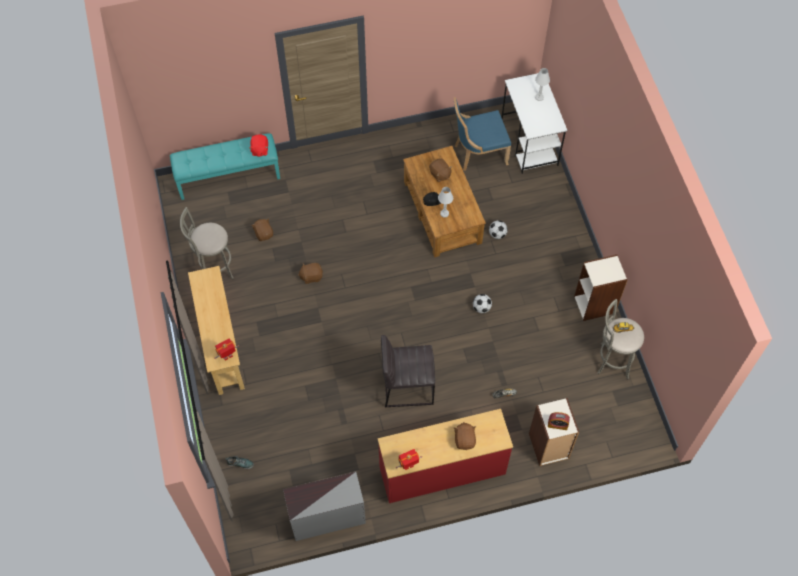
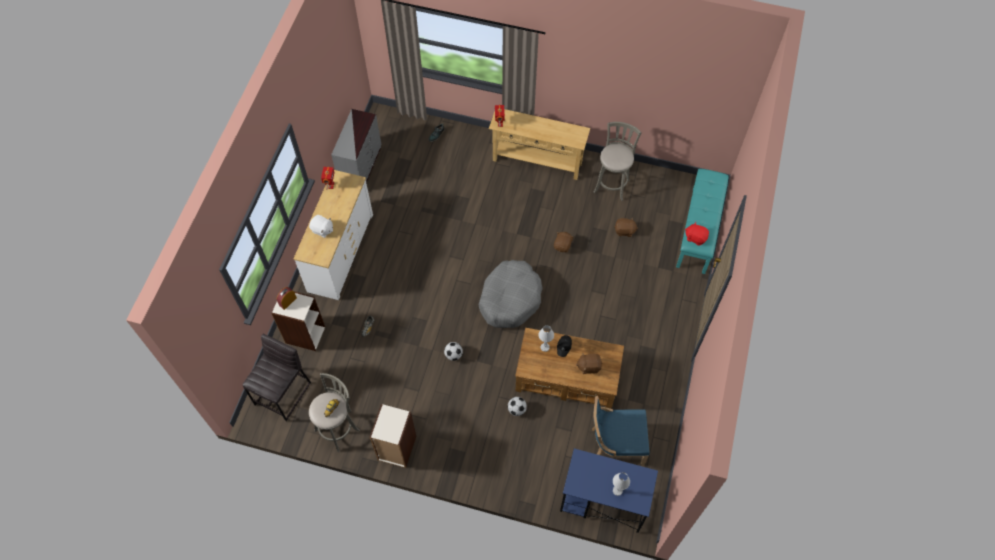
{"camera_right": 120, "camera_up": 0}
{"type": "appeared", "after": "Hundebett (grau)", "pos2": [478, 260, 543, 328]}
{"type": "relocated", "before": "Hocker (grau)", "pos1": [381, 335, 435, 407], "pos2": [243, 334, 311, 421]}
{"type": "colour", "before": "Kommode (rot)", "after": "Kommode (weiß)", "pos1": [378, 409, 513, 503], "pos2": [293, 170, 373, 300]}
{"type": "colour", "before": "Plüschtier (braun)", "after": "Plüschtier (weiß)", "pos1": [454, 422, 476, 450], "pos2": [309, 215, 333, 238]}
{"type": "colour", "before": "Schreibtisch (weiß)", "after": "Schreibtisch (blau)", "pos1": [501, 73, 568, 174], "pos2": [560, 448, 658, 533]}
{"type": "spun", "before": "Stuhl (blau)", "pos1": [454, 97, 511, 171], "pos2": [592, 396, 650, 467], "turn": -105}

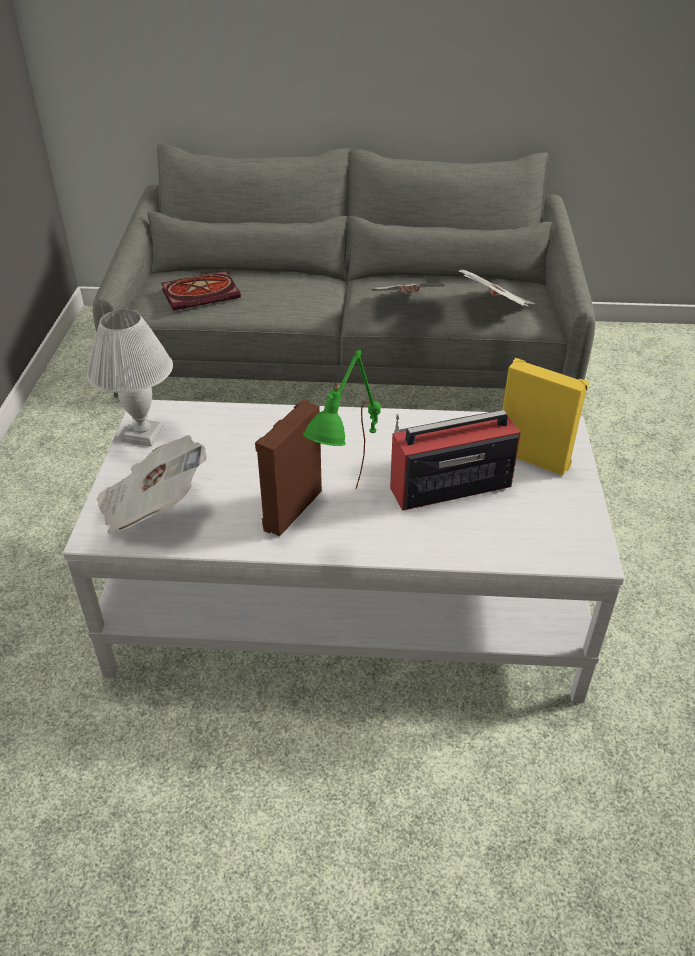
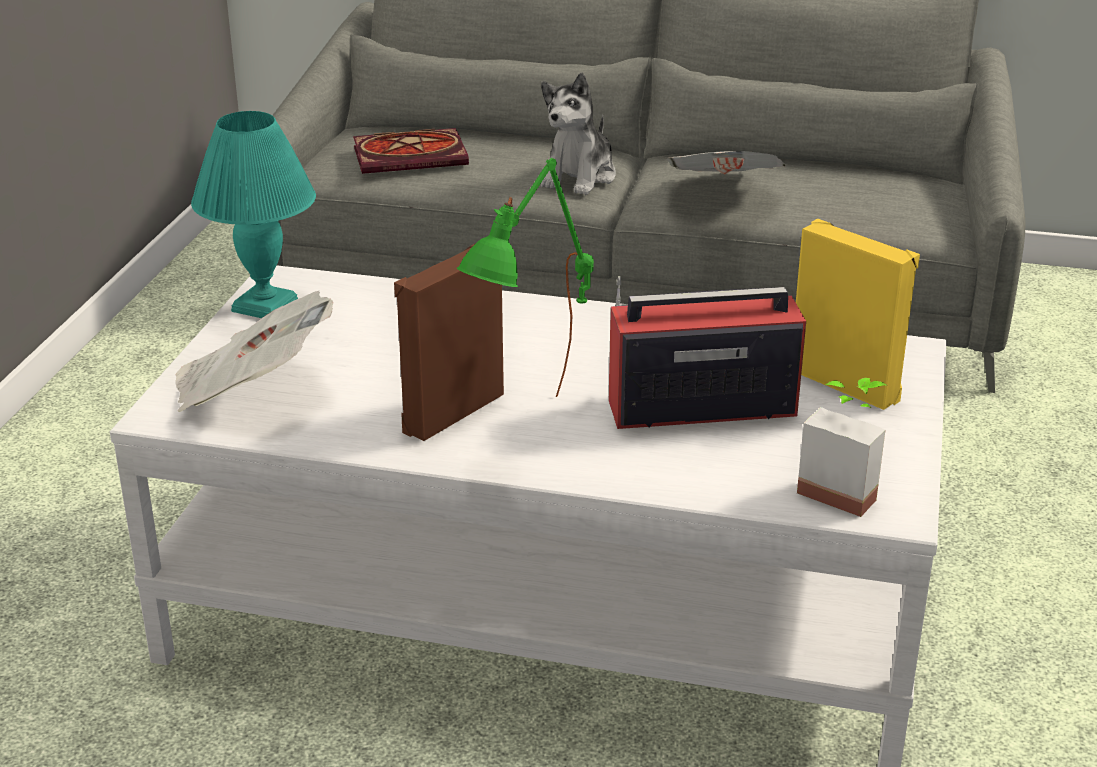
{"camera_right": 10, "camera_up": -10}
{"type": "missing", "before": "Zeitung", "pos1": [459, 270, 535, 306]}
{"type": "appeared", "after": "Plüschtier", "pos2": [540, 73, 616, 195]}
{"type": "appeared", "after": "Topfpflanze", "pos2": [797, 378, 887, 517]}
{"type": "colour", "before": "Tischlampe (weiß)", "after": "Tischlampe (türkis)", "pos1": [87, 309, 173, 446], "pos2": [191, 111, 316, 318]}

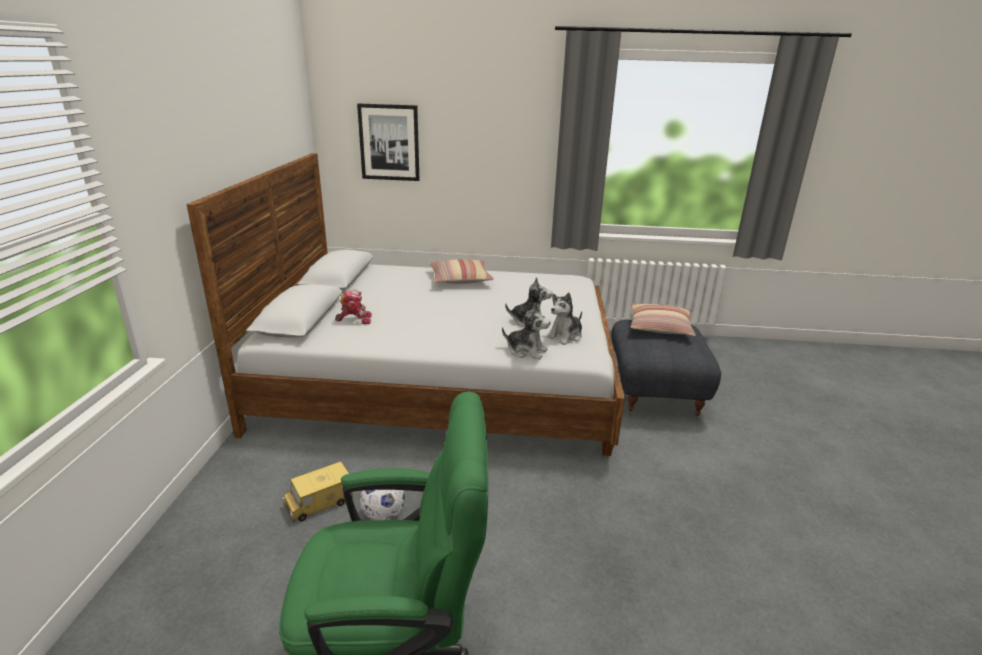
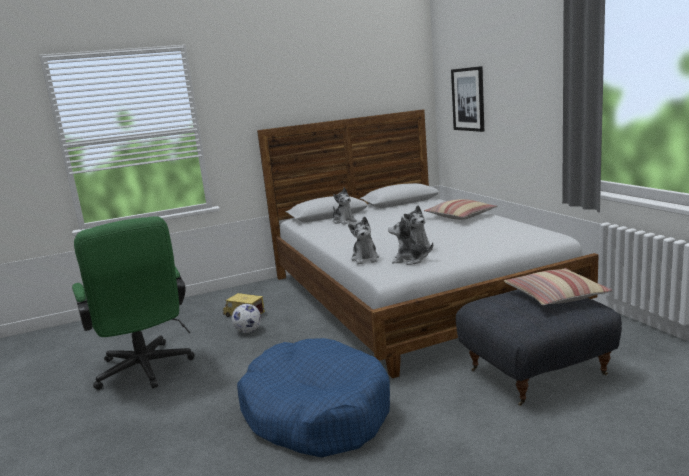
{"camera_right": 65, "camera_up": -10}
{"type": "appeared", "after": "Hundebett (blau)", "pos2": [237, 338, 390, 457]}
{"type": "exchanged", "before": "Spielzeugroboter", "after": "Plüschtier", "pos1": [335, 290, 372, 324], "pos2": [333, 188, 357, 225]}

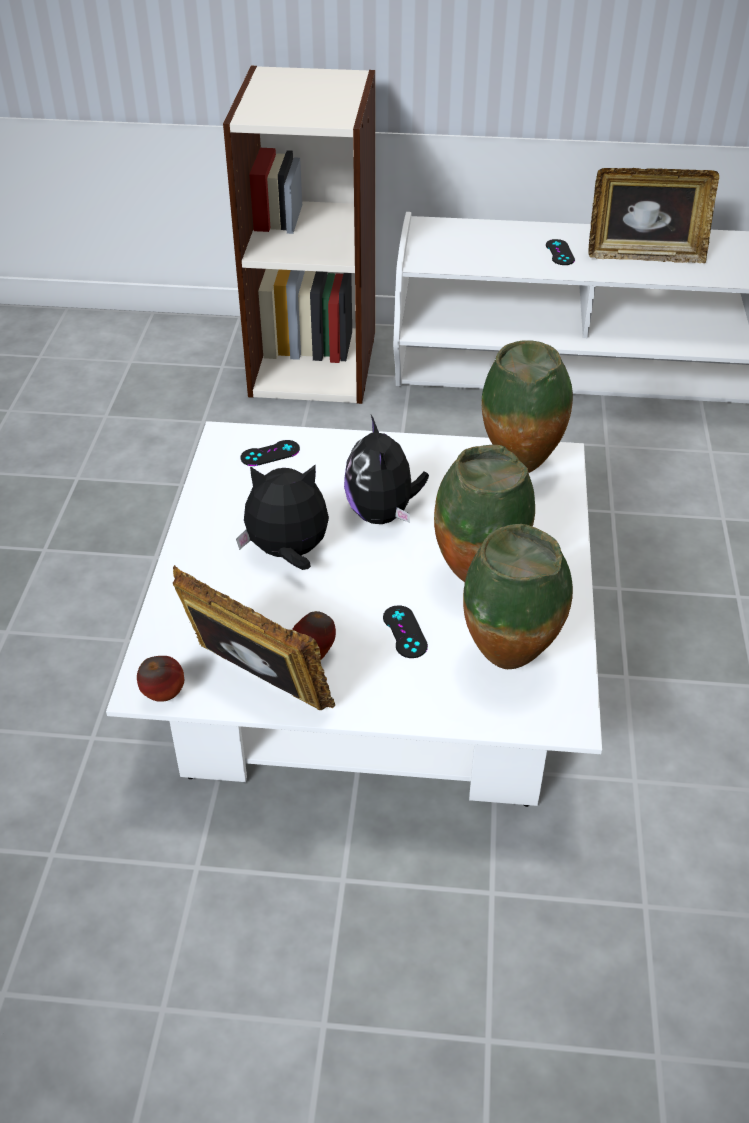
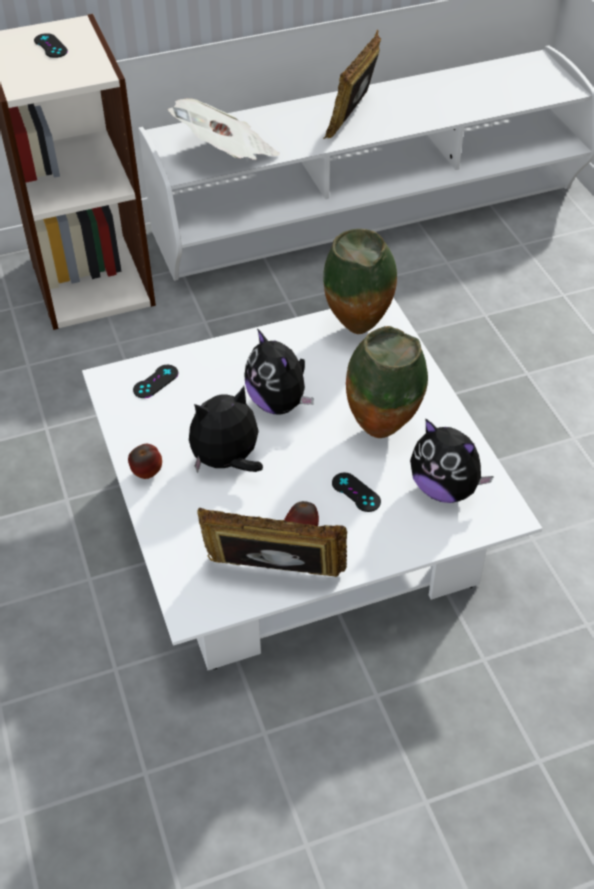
{"camera_right": -25, "camera_up": 5}
{"type": "appeared", "after": "Zeitung", "pos2": [168, 98, 279, 160]}
{"type": "relocated", "before": "Apfel", "pos1": [137, 656, 184, 702], "pos2": [128, 444, 162, 479]}
{"type": "relocated", "before": "Gamepad (schwarz)", "pos1": [546, 239, 575, 265], "pos2": [34, 33, 68, 58]}
{"type": "exchanged", "before": "Vase", "after": "Plüschtier", "pos1": [463, 524, 573, 669], "pos2": [410, 418, 494, 503]}
{"type": "spun", "before": "Bilderrahmen", "pos1": [588, 168, 719, 263], "pos2": [323, 29, 381, 139], "turn": 135}

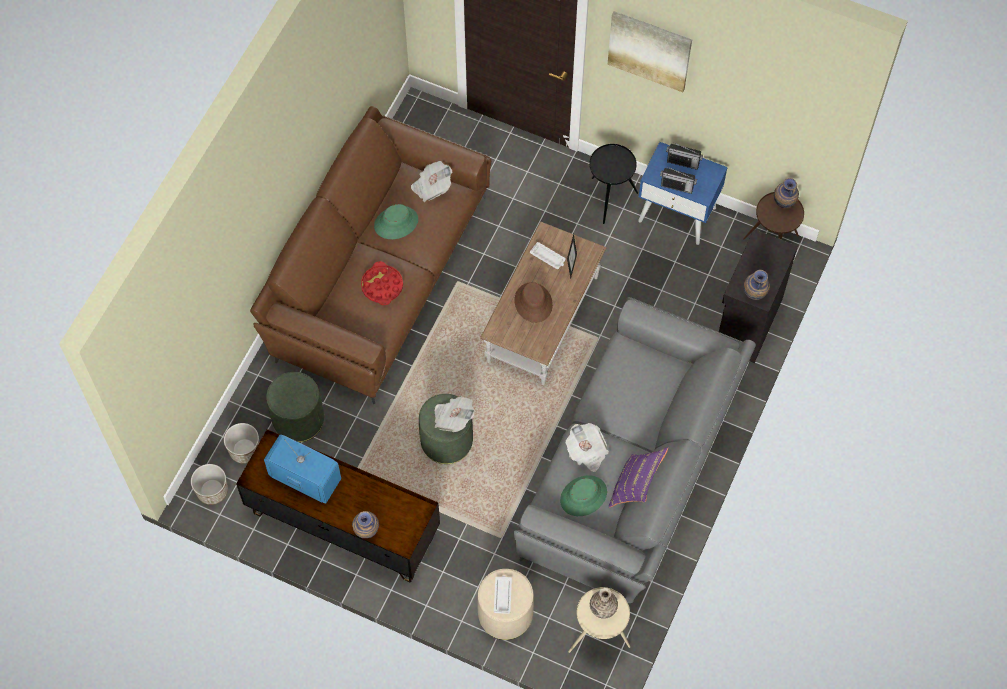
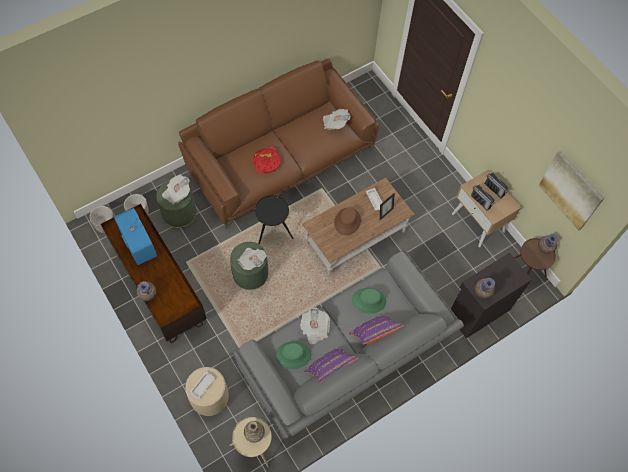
{"camera_right": 30, "camera_up": 0}
{"type": "appeared", "after": "Zeitung", "pos2": [162, 174, 190, 205]}
{"type": "appeared", "after": "Kissen (lila)", "pos2": [349, 316, 404, 344]}
{"type": "relocated", "before": "Hut (grün)", "pos1": [374, 204, 418, 239], "pos2": [352, 288, 386, 314]}
{"type": "relocated", "before": "Beistelltisch (schwarz)", "pos1": [589, 144, 638, 224], "pos2": [255, 195, 294, 245]}
{"type": "relocated", "before": "Bild", "pos1": [607, 11, 692, 92], "pos2": [538, 151, 604, 231]}
{"type": "colour", "before": "Nachttisch (blau)", "after": "Nachttisch (beige)", "pos1": [638, 142, 728, 245], "pos2": [452, 170, 521, 248]}

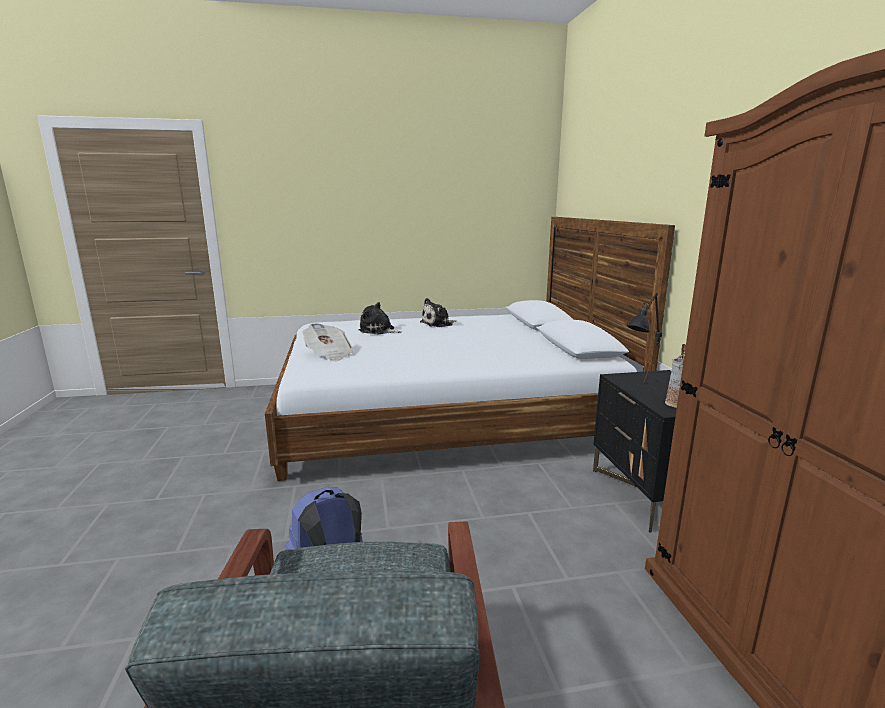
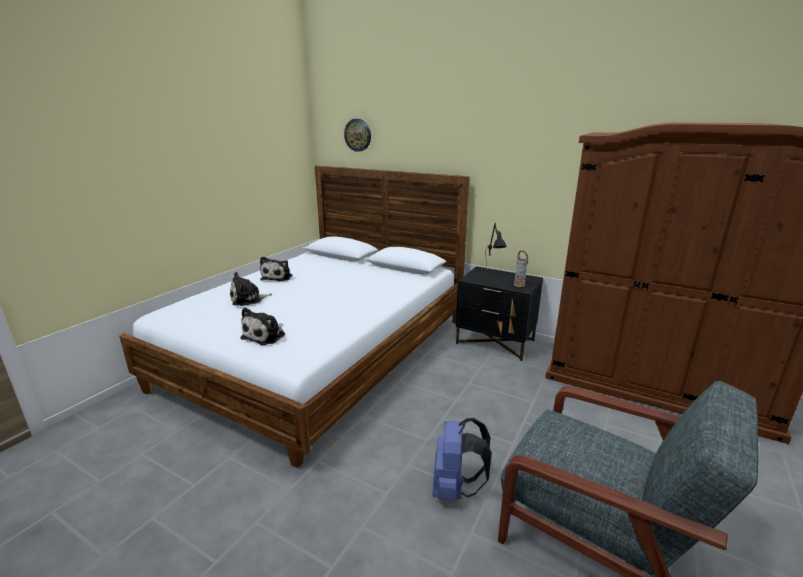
{"camera_right": -50, "camera_up": 5}
{"type": "appeared", "after": "Wanduhr", "pos2": [344, 119, 371, 152]}
{"type": "exchanged", "before": "Zeitung", "after": "Plüschtier", "pos1": [302, 323, 354, 362], "pos2": [240, 308, 285, 345]}

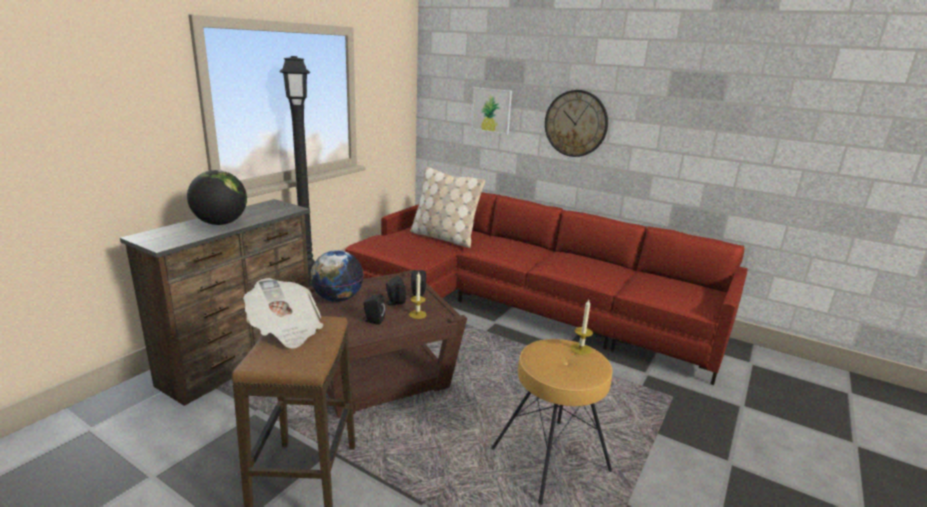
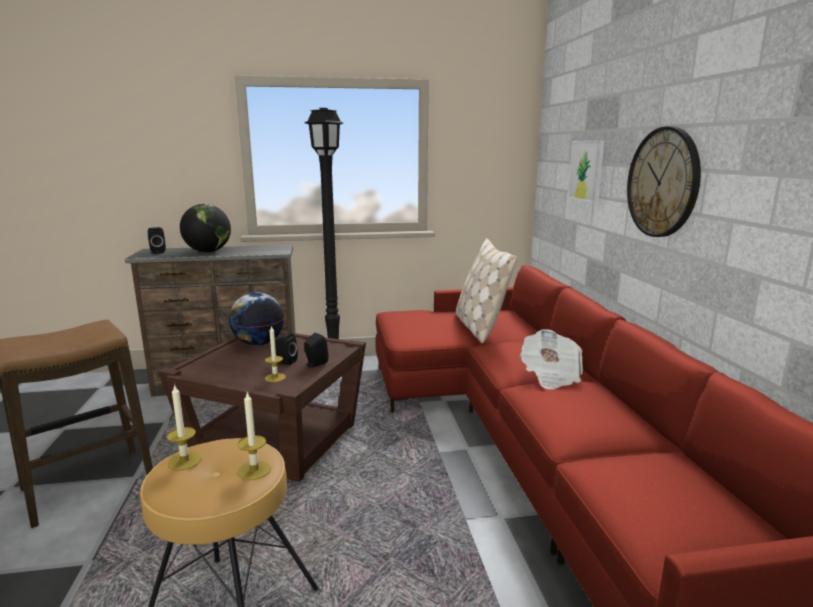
{"camera_right": 50, "camera_up": -5}
{"type": "appeared", "after": "Kerze", "pos2": [167, 384, 202, 471]}
{"type": "relocated", "before": "Zeitung", "pos1": [243, 278, 323, 349], "pos2": [520, 329, 583, 389]}
{"type": "relocated", "before": "Lautsprecher (schwarz)", "pos1": [363, 294, 385, 325], "pos2": [148, 227, 166, 254]}

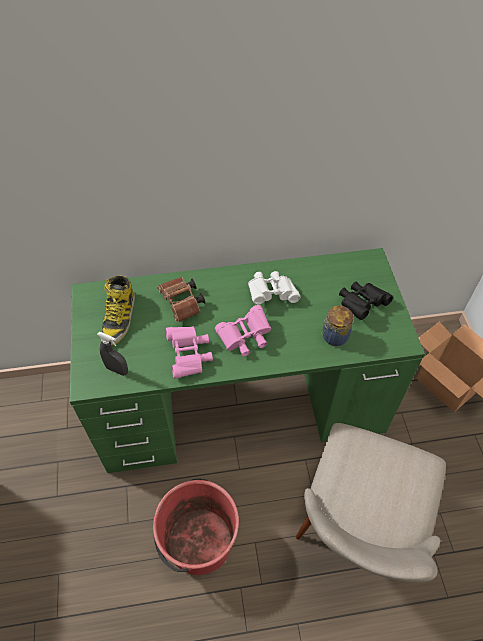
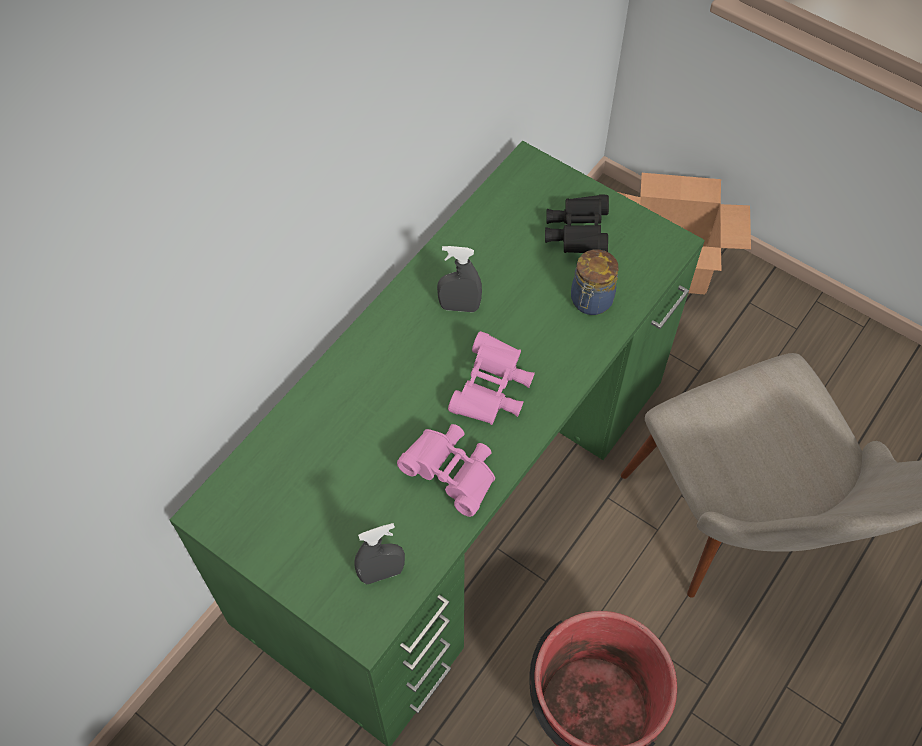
{"camera_right": -45, "camera_up": 5}
{"type": "missing", "before": "Stiefel", "pos1": [101, 275, 135, 346]}
{"type": "missing", "before": "Fernglas (braun)", "pos1": [158, 277, 205, 322]}
{"type": "exchanged", "before": "Fernglas (weiß)", "after": "Sprühflasche (grau)", "pos1": [248, 271, 300, 305], "pos2": [437, 246, 482, 312]}

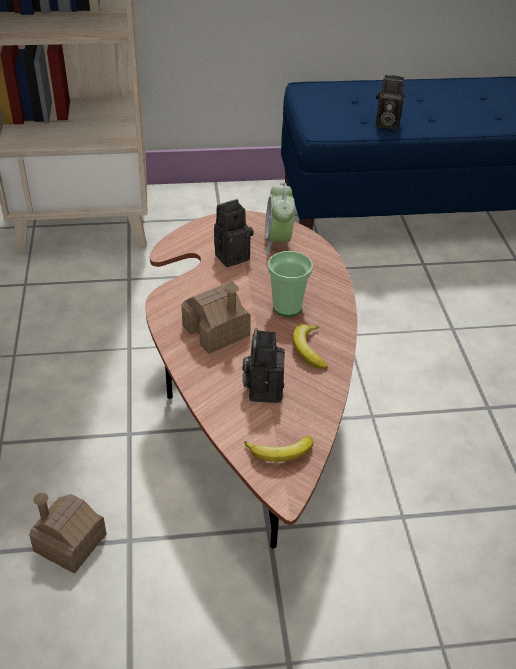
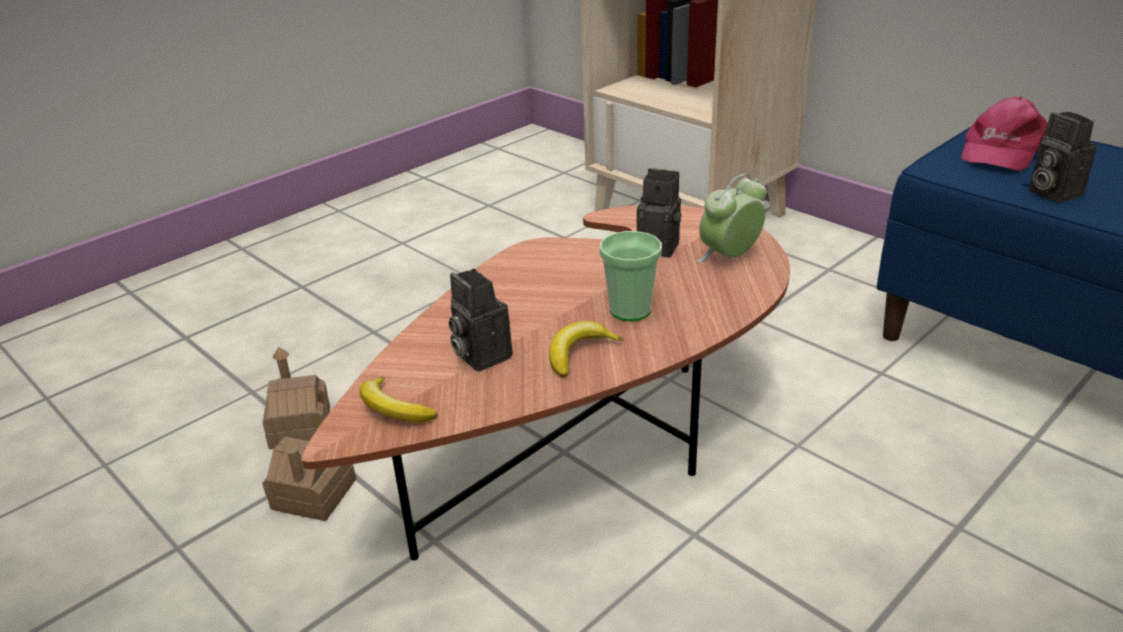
{"camera_right": 55, "camera_up": -10}
{"type": "appeared", "after": "Kappe (rosa)", "pos2": [962, 96, 1047, 171]}
{"type": "relocated", "before": "Spielzeughaus", "pos1": [181, 281, 251, 354], "pos2": [262, 437, 356, 521]}
{"type": "spun", "before": "Kamera", "pos1": [242, 328, 285, 403], "pos2": [449, 269, 513, 371], "turn": -90}

